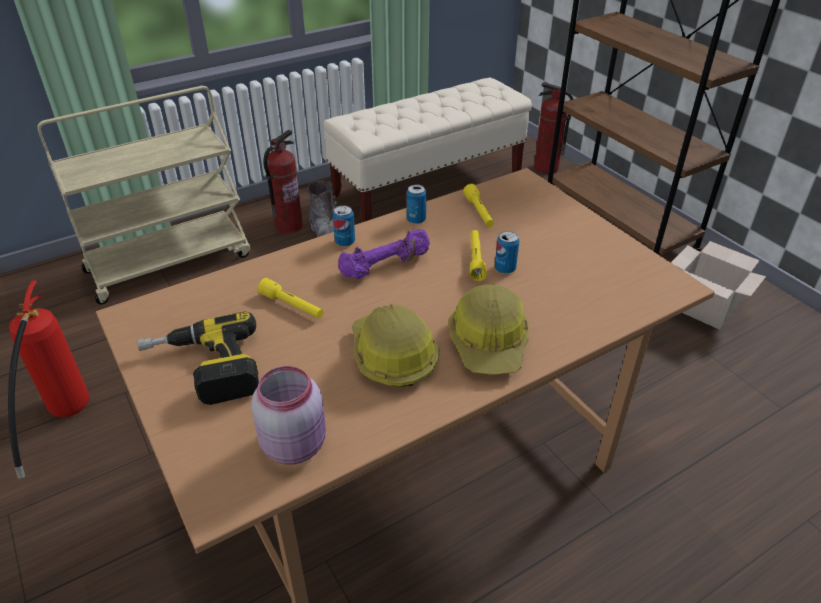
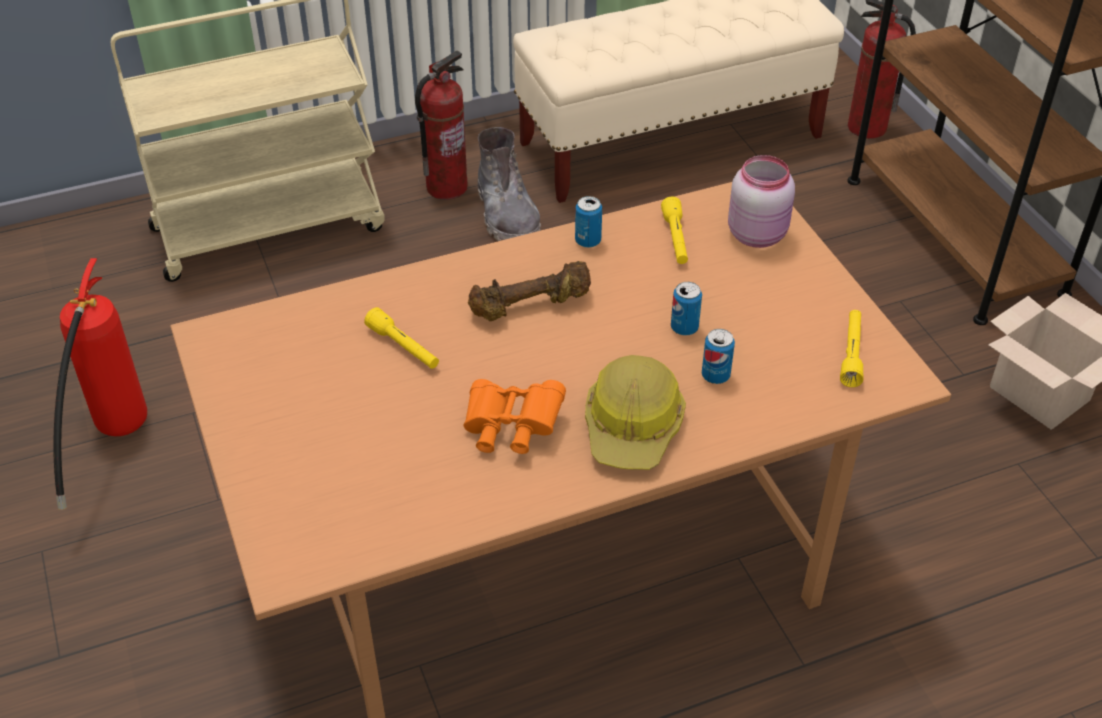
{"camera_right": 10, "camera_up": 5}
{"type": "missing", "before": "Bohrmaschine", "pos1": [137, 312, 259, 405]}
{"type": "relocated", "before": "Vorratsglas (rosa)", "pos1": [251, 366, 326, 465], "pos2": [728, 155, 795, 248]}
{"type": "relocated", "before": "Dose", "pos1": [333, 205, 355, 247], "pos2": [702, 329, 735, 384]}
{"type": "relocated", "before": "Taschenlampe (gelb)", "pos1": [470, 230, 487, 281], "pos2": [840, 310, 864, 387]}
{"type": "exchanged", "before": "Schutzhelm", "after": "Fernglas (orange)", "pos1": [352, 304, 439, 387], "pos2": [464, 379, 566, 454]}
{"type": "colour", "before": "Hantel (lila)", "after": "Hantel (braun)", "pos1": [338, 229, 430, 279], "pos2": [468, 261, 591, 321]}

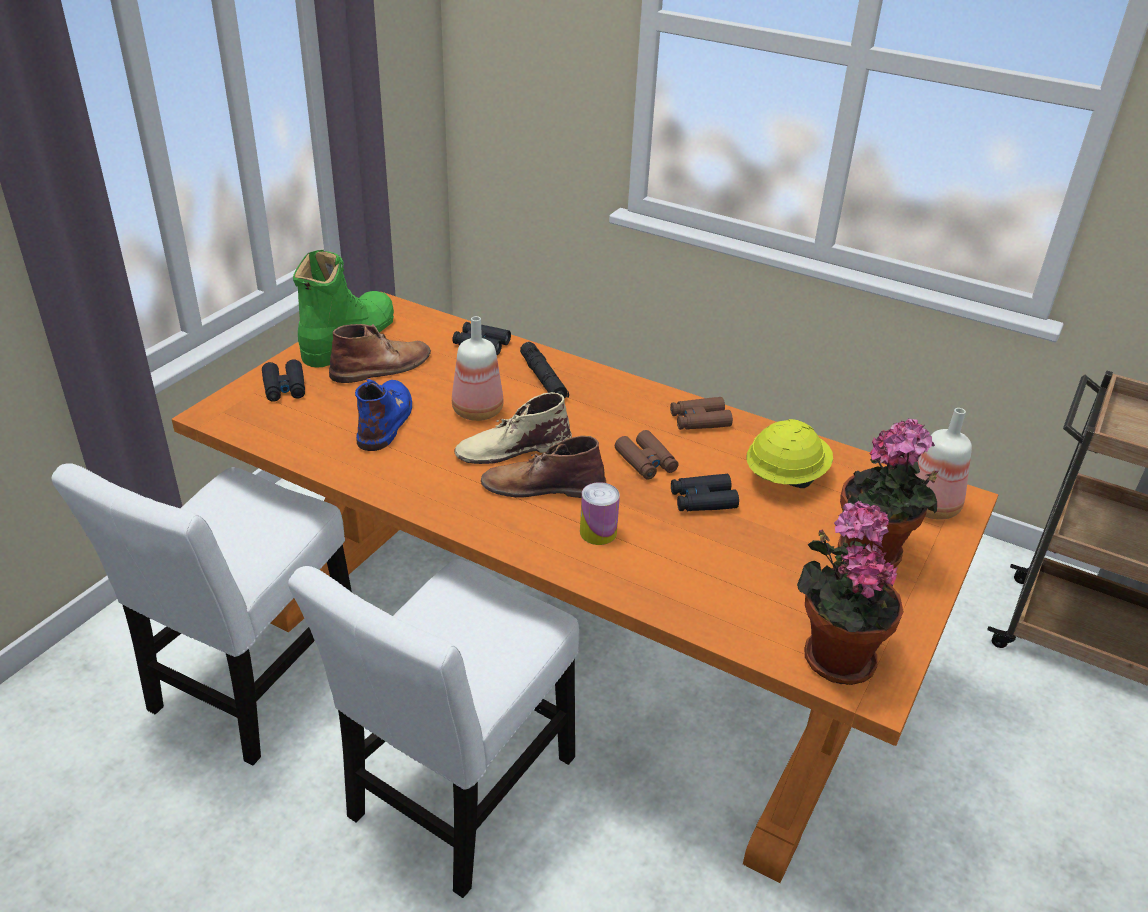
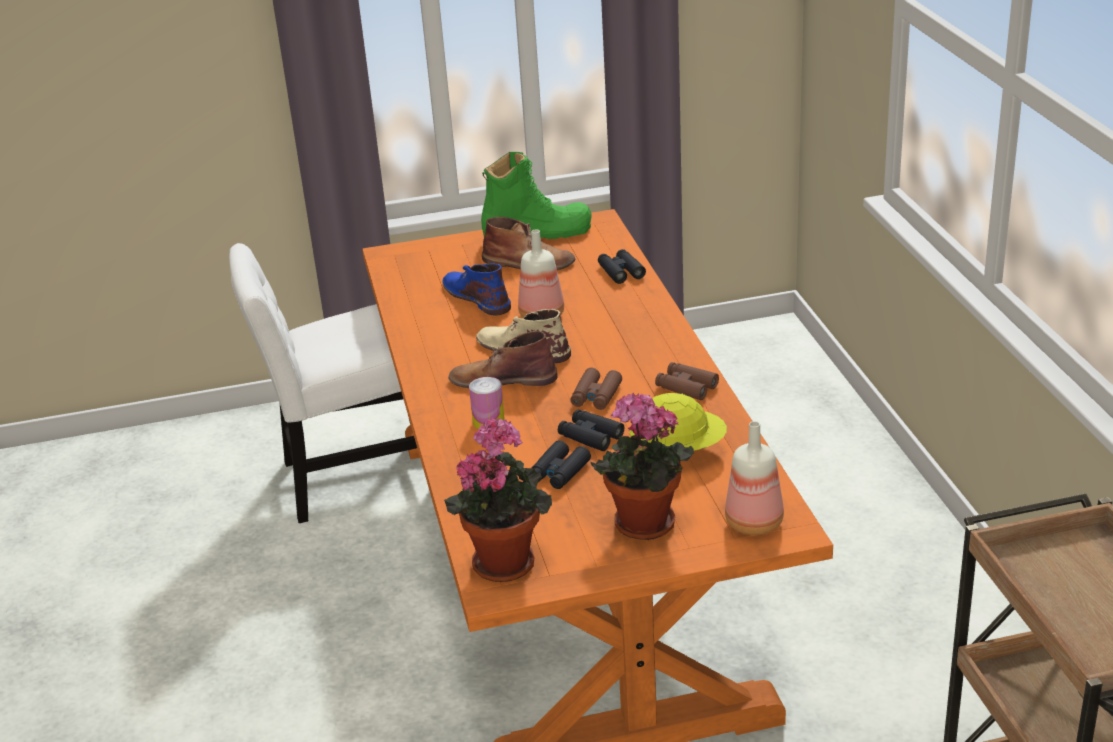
{"camera_right": 50, "camera_up": -5}
{"type": "missing", "before": "Stuhl (weiß)", "pos1": [288, 559, 580, 898]}
{"type": "missing", "before": "Taschenlampe (schwarz)", "pos1": [520, 342, 569, 399]}
{"type": "relocated", "before": "Fernglas (schwarz)", "pos1": [262, 359, 305, 402], "pos2": [532, 440, 591, 489]}
{"type": "spun", "before": "Stiefel (blau)", "pos1": [355, 379, 412, 451], "pos2": [442, 263, 511, 316], "turn": -90}
{"type": "spun", "before": "Stiefel (braun)", "pos1": [481, 436, 606, 498], "pos2": [449, 331, 558, 388], "turn": -45}

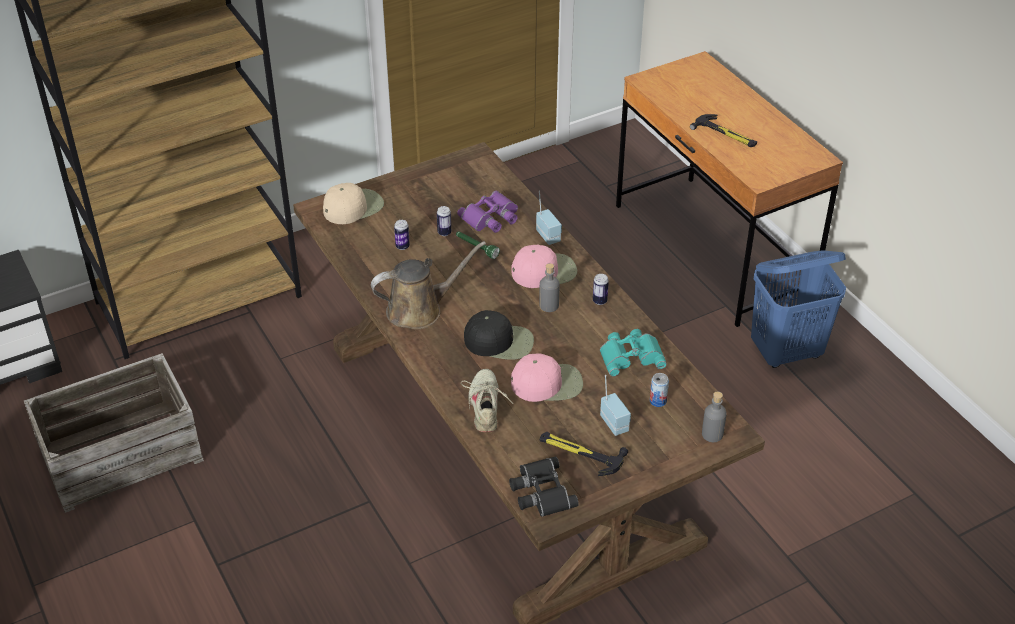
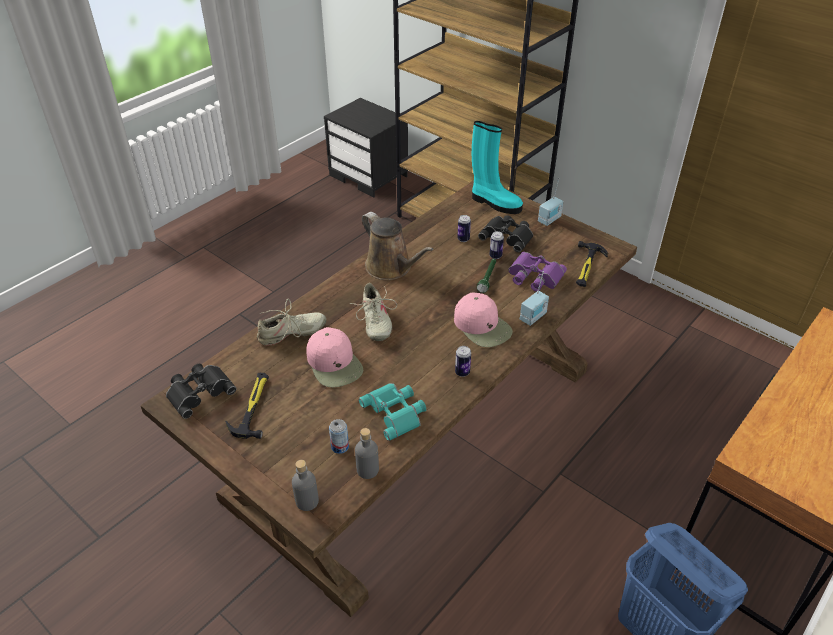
{"camera_right": 70, "camera_up": 0}
{"type": "missing", "before": "Kiste", "pos1": [24, 353, 204, 513]}
{"type": "appeared", "after": "Fernglas (schwarz)", "pos2": [478, 215, 533, 253]}
{"type": "relocated", "before": "Flasche (grau)", "pos1": [539, 263, 560, 312], "pos2": [355, 428, 379, 479]}
{"type": "relocated", "before": "Radio", "pos1": [600, 375, 631, 436], "pos2": [538, 178, 564, 226]}
{"type": "relocated", "before": "Hammer", "pos1": [690, 114, 757, 147], "pos2": [576, 241, 608, 287]}
{"type": "exchanged", "before": "Kappe (beige)", "after": "Stiefel (türkis)", "pos1": [323, 183, 384, 224], "pos2": [472, 121, 523, 214]}
{"type": "exchanged", "before": "Kappe (schwarz)", "after": "Schuh (beige)", "pos1": [464, 310, 534, 360], "pos2": [349, 283, 397, 341]}

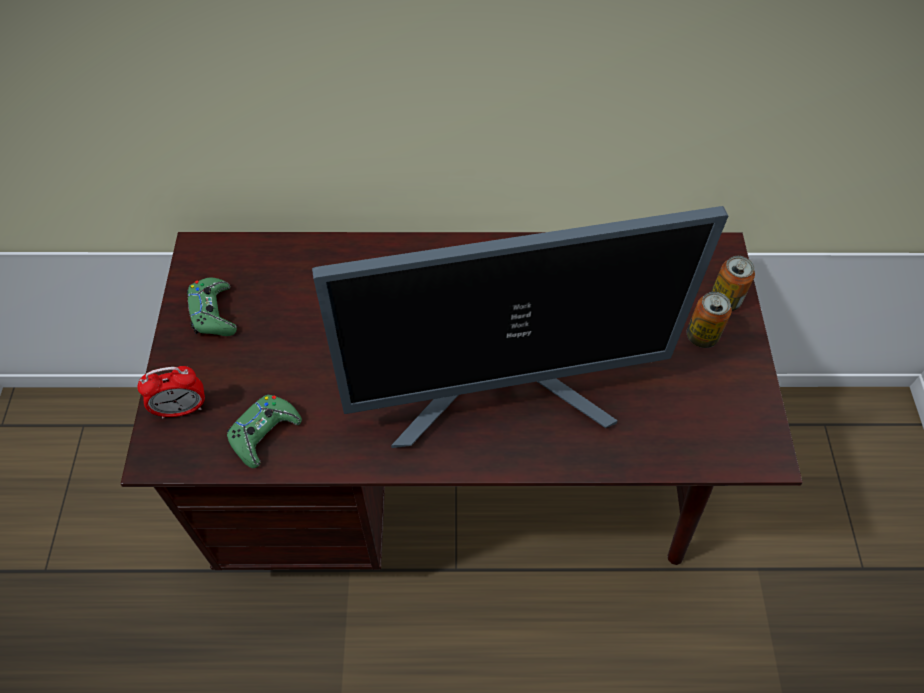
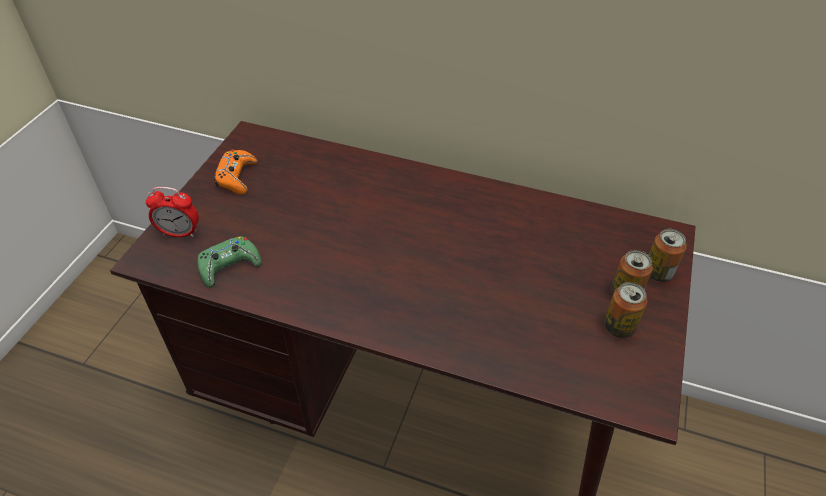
{"camera_right": 20, "camera_up": -10}
{"type": "missing", "before": "Monitor", "pos1": [312, 206, 728, 448]}
{"type": "appeared", "after": "Dose", "pos2": [604, 282, 647, 338]}
{"type": "colour", "before": "Gamepad (grün)", "after": "Gamepad (orange)", "pos1": [187, 278, 237, 336], "pos2": [214, 150, 257, 194]}

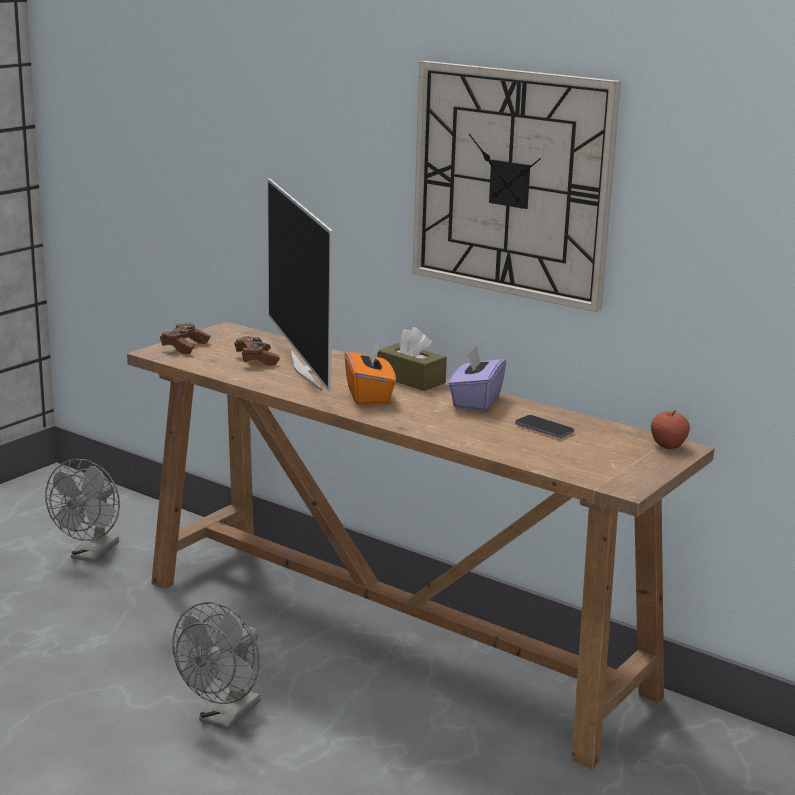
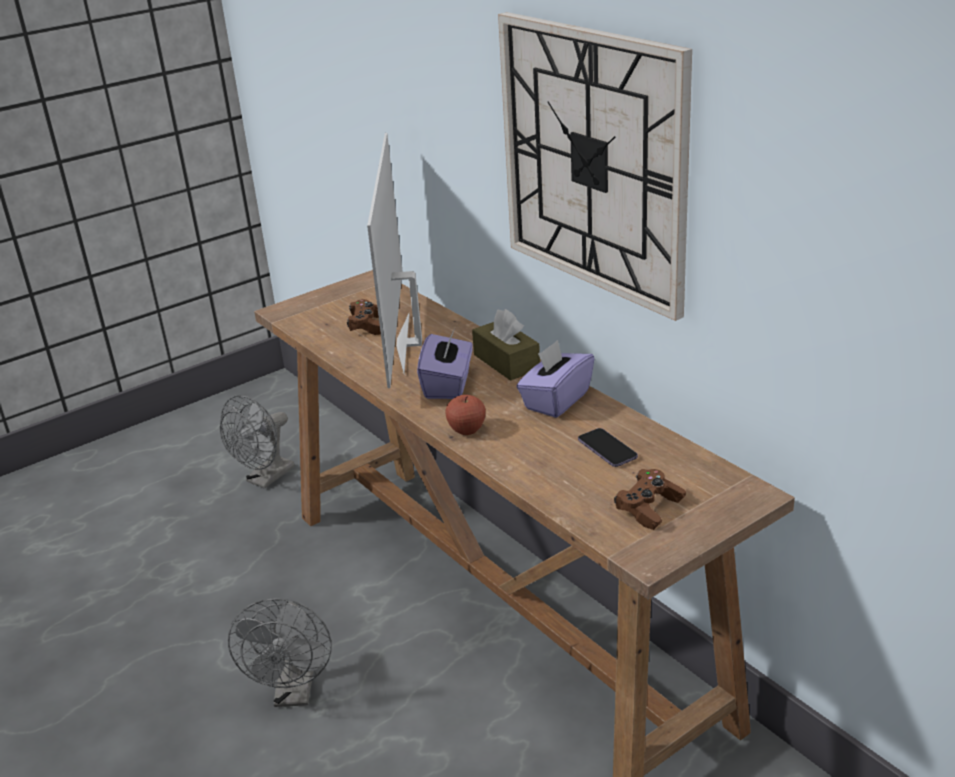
{"camera_right": 20, "camera_up": 10}
{"type": "relocated", "before": "Gamepad (braun)", "pos1": [160, 323, 210, 354], "pos2": [614, 469, 686, 530]}
{"type": "relocated", "before": "Apfel", "pos1": [651, 410, 690, 449], "pos2": [445, 395, 486, 435]}
{"type": "colour", "before": "Taschentuchbox (orange)", "after": "Taschentuchbox (lila)", "pos1": [344, 341, 396, 405], "pos2": [417, 328, 473, 399]}
{"type": "spun", "before": "Ventilator (grau)", "pos1": [172, 602, 261, 730], "pos2": [228, 598, 332, 707], "turn": -45}

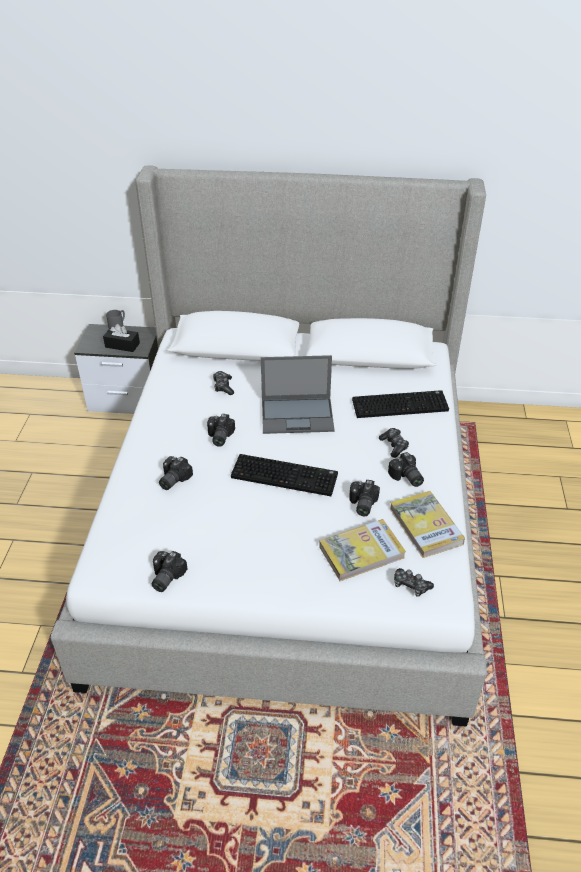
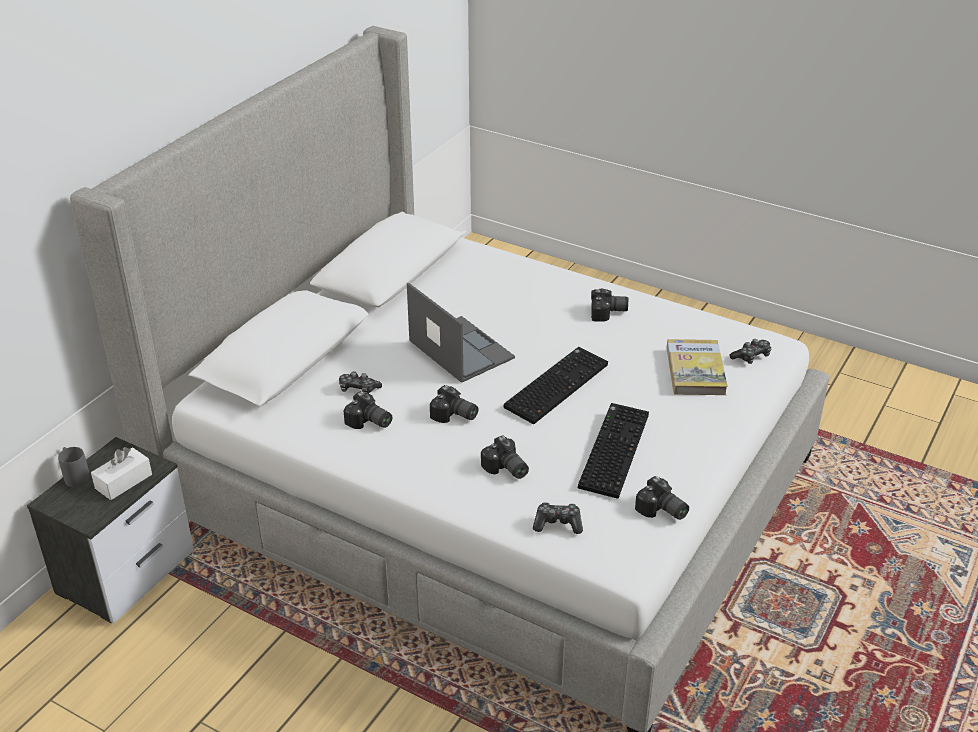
{"camera_right": -65, "camera_up": -5}
{"type": "missing", "before": "Buch", "pos1": [390, 491, 465, 558]}
{"type": "relocated", "before": "Kamera", "pos1": [349, 480, 380, 516], "pos2": [343, 391, 392, 429]}
{"type": "relocated", "before": "Tastatur", "pos1": [352, 390, 449, 418], "pos2": [578, 403, 649, 499]}
{"type": "relocated", "before": "Gamepad", "pos1": [379, 428, 409, 458], "pos2": [533, 502, 583, 534]}
{"type": "colour", "before": "Taschentuchbox (schwarz)", "after": "Taschentuchbox (weiß)", "pos1": [103, 324, 140, 352], "pos2": [91, 447, 152, 500]}
{"type": "spun", "before": "Laptop", "pos1": [261, 355, 334, 434], "pos2": [407, 283, 515, 383], "turn": -60}

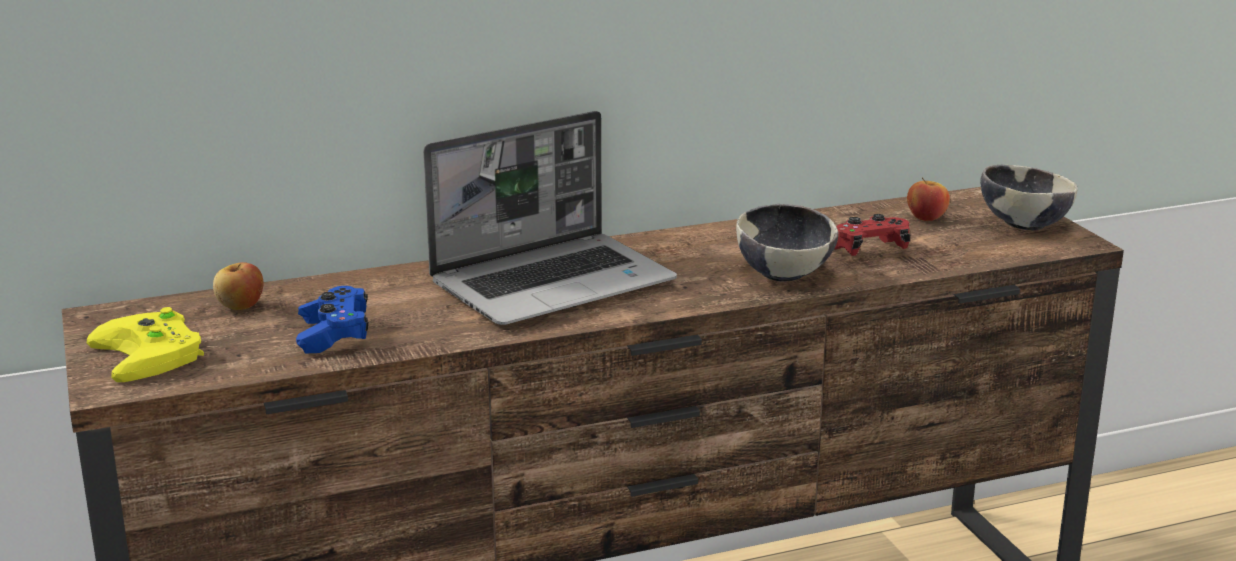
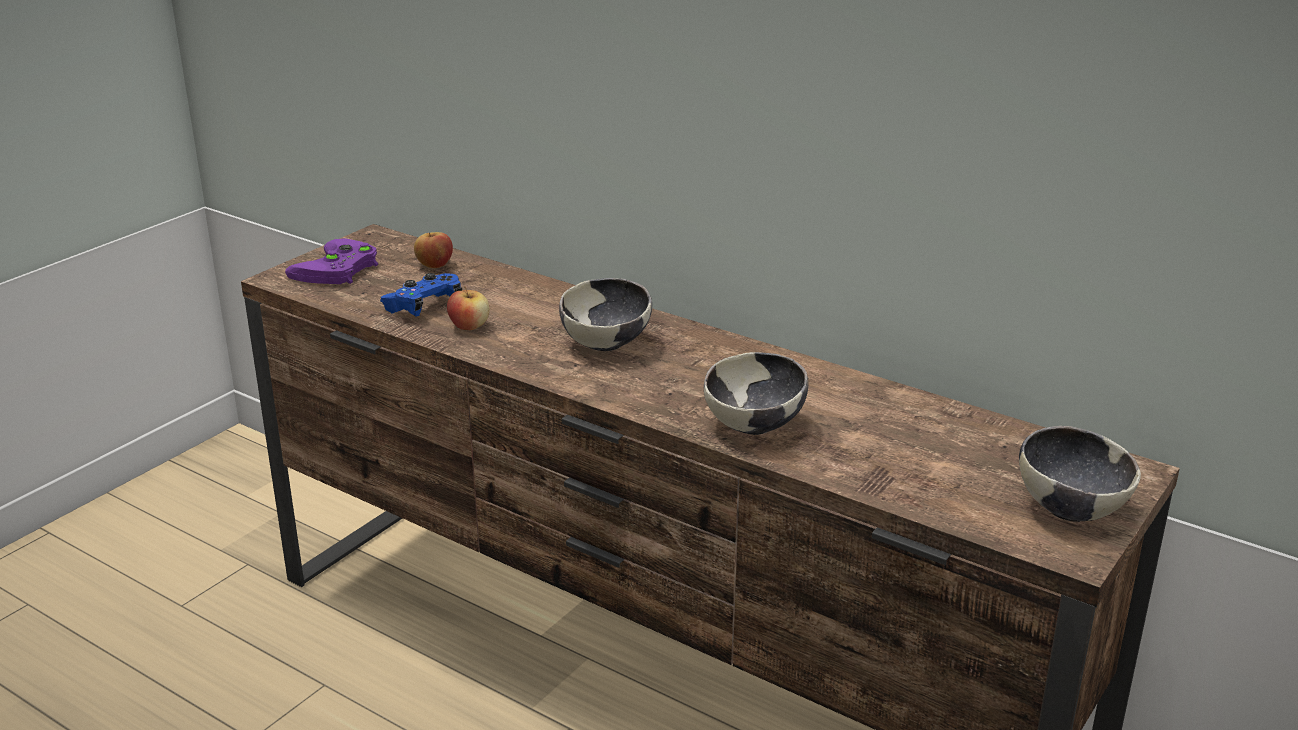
{"camera_right": 55, "camera_up": 5}
{"type": "missing", "before": "Gamepad (rot)", "pos1": [834, 214, 910, 256]}
{"type": "relocated", "before": "Apfel", "pos1": [907, 178, 950, 221], "pos2": [447, 286, 490, 330]}
{"type": "exchanged", "before": "Laptop", "after": "Schüssel", "pos1": [423, 111, 677, 325], "pos2": [559, 278, 652, 351]}
{"type": "colour", "before": "Gamepad (gelb)", "after": "Gamepad (lila)", "pos1": [87, 307, 204, 382], "pos2": [285, 238, 378, 284]}

